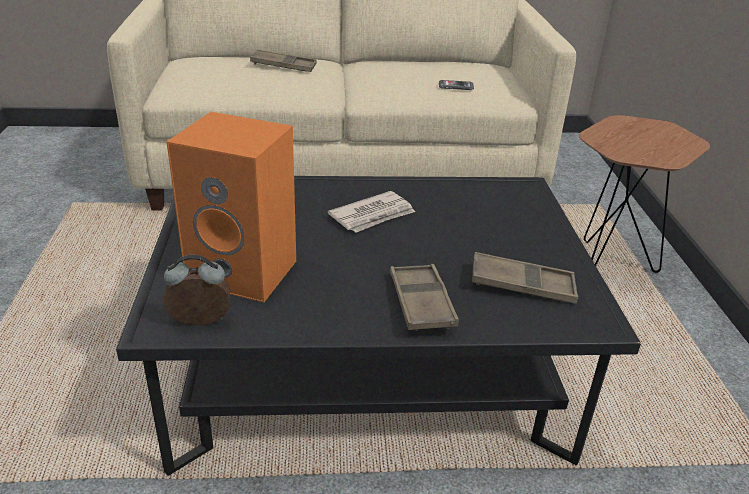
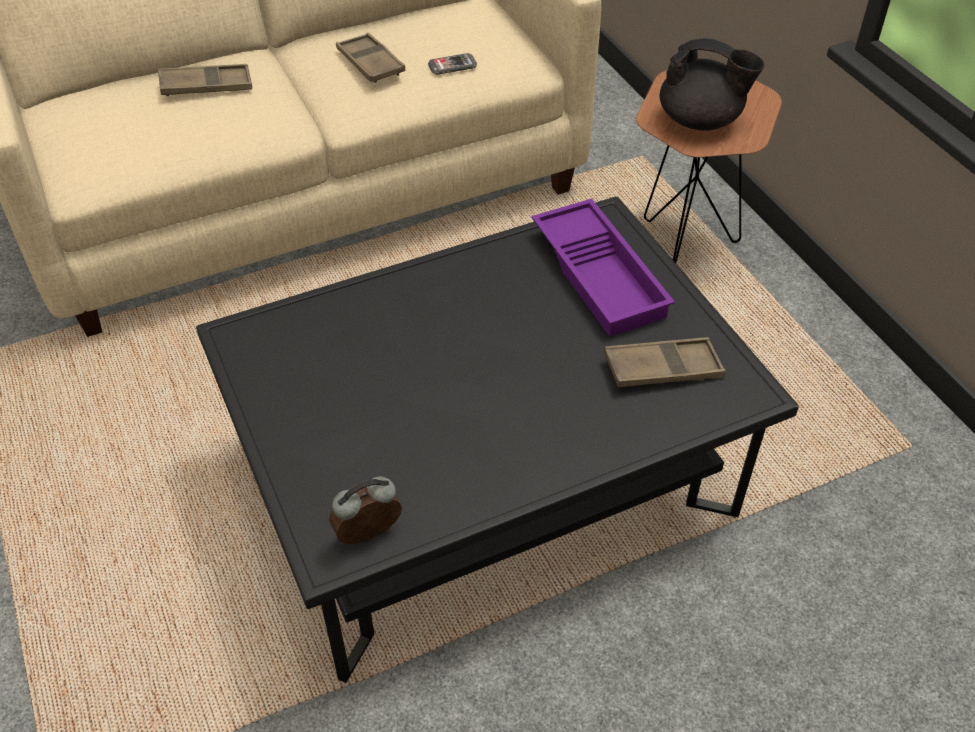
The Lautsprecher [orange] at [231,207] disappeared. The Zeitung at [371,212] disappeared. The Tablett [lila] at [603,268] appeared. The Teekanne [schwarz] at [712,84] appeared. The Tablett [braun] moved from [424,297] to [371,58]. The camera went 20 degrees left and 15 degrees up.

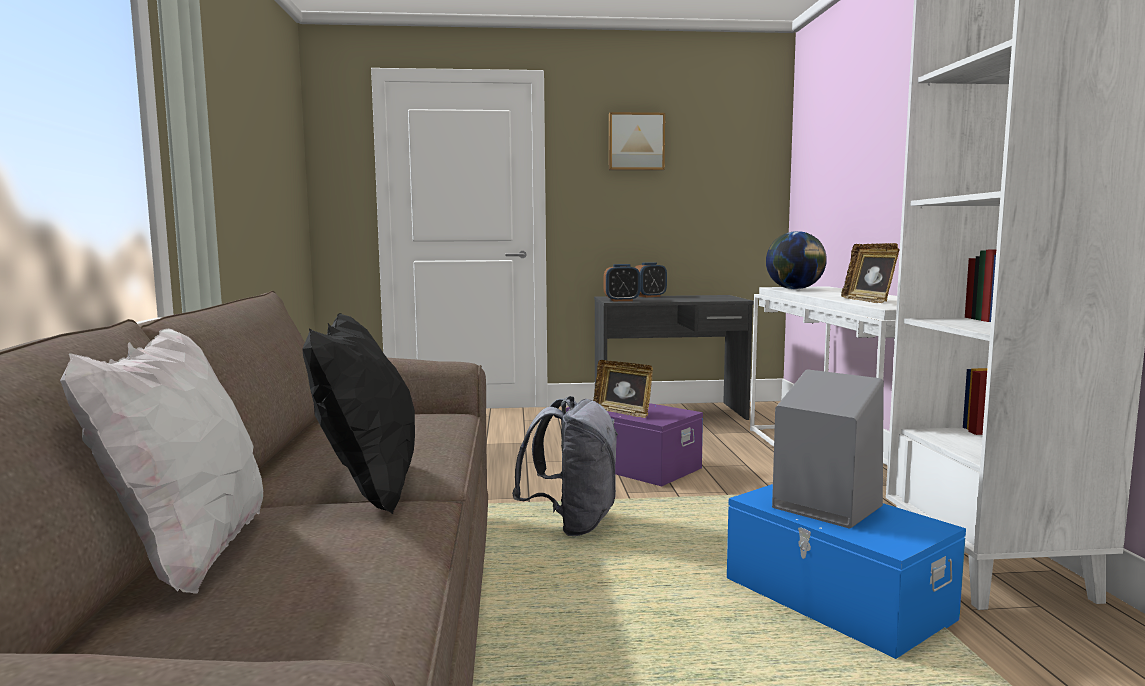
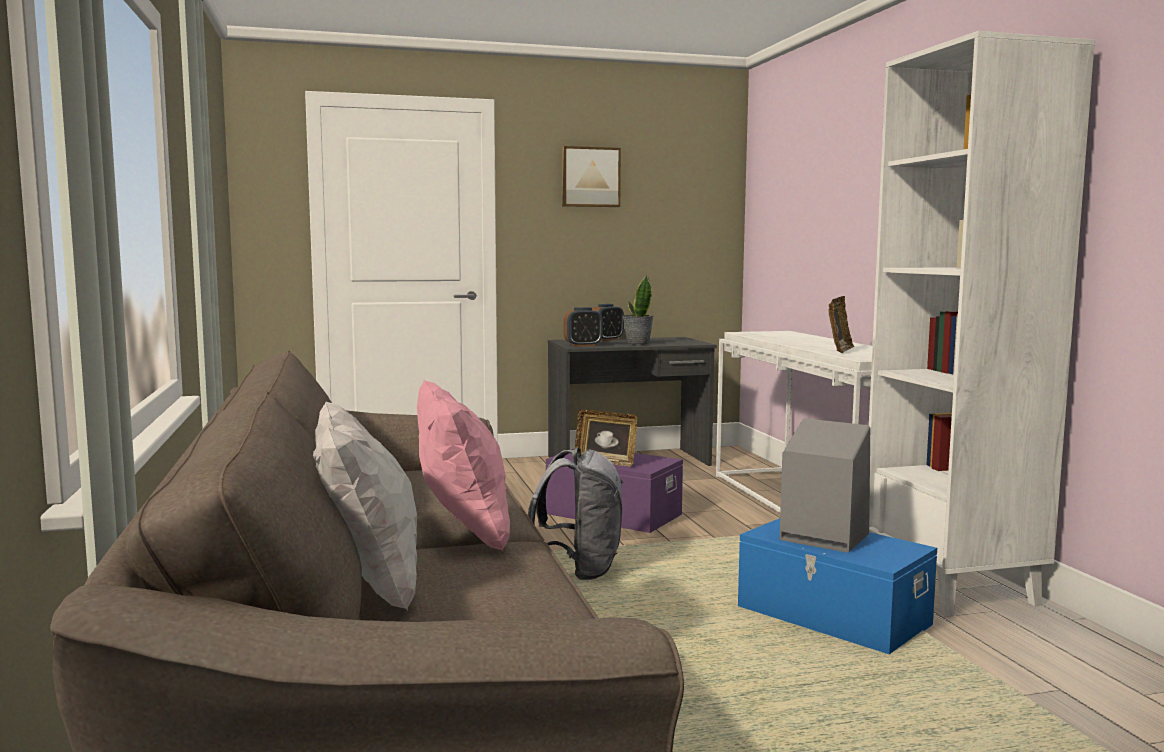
The Globus at [796,260] disappeared. The Topfpflanze at [638,310] appeared. The Kissen [schwarz] at [358,413] became the Kissen [rosa] at [463,465]. The Bilderrahmen at [870,273] turned 135 degrees counterclockwise. The camera went 10 degrees left and 0 degrees up.

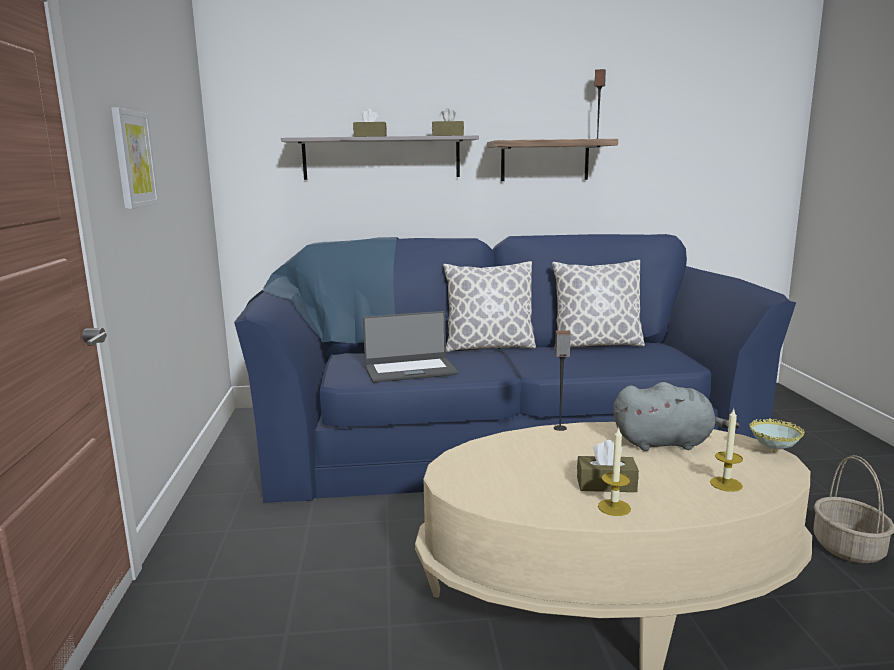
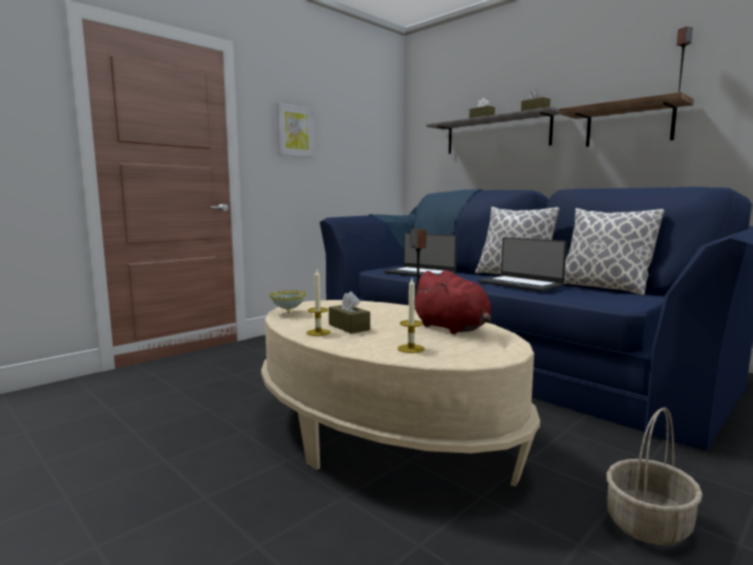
The Laptop at [522,264] appeared. The Schüssel moved from [777,435] to [288,301]. The Plüschtier [grau] at [676,416] became the Plüschtier [rot] at [453,302]. The camera went 50 degrees right and 5 degrees down.

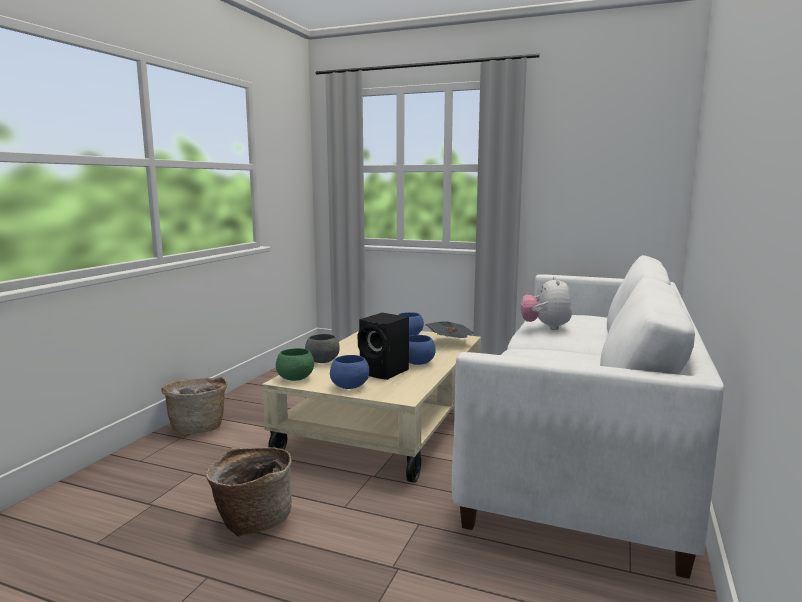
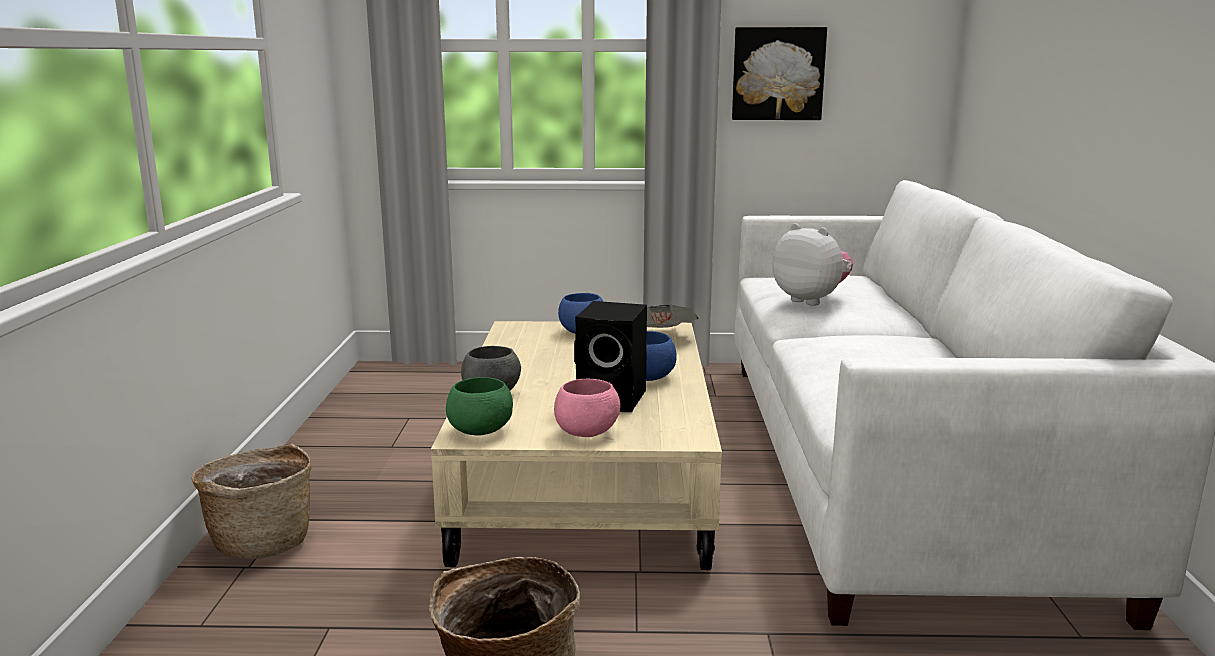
The Bild at [779,73] appeared. The Schüssel [blau] at [349,372] became the Schüssel [rosa] at [587,408]. The Plüschtier at [546,303] turned 150 degrees clockwise. The camera went 20 degrees left and 5 degrees up.

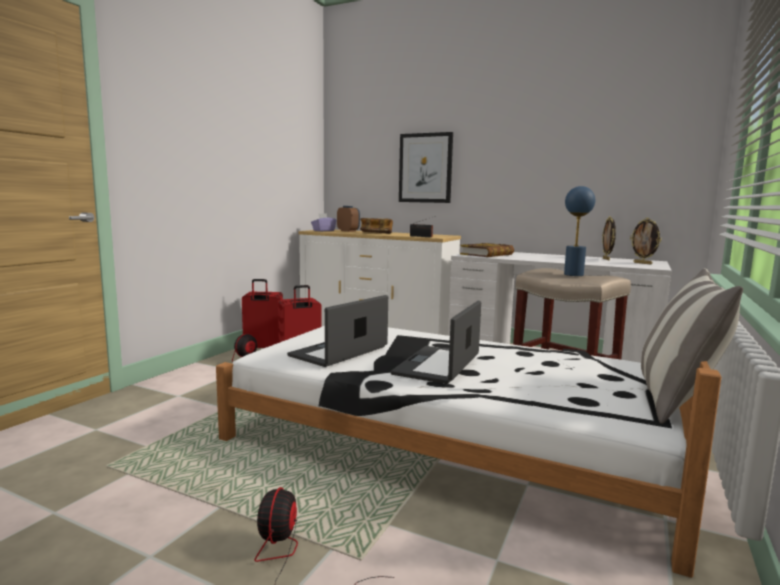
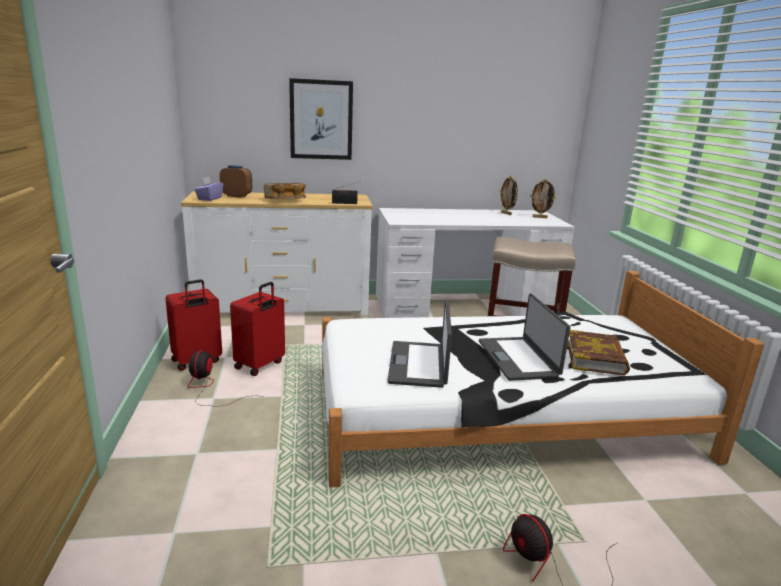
The Tischlampe [blau] at [579,231] disappeared. The Kissen at [692,346] disappeared. The Buch moved from [487,250] to [598,353]. The camera went 35 degrees left and 10 degrees up.

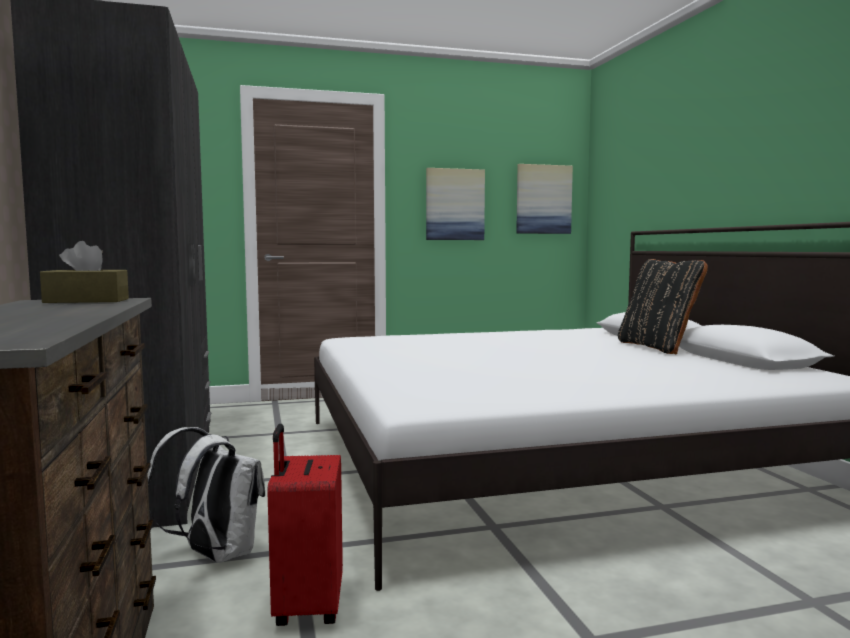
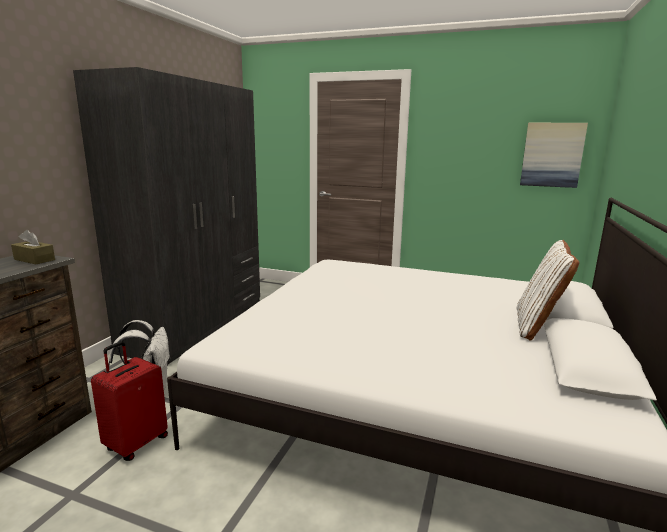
The Bild at [455,204] disappeared. The Kissen [schwarz] at [663,306] became the Kissen [weiß] at [547,290]. The camera went 35 degrees right and 10 degrees up.

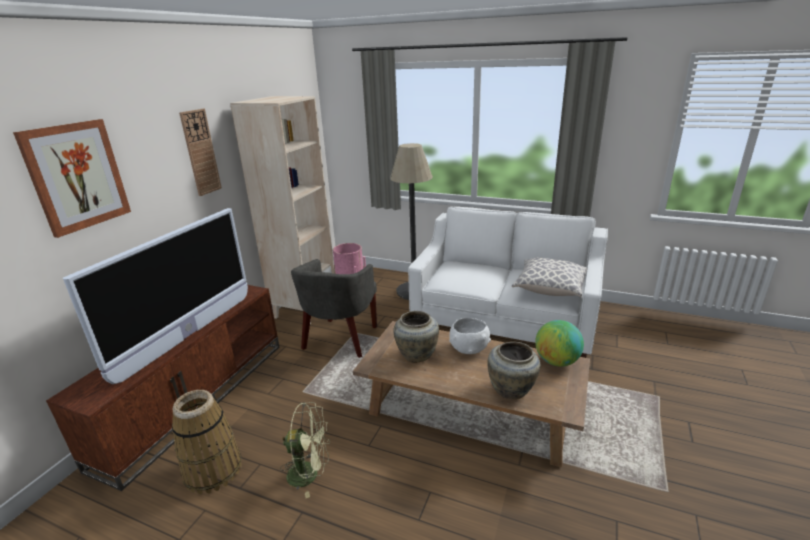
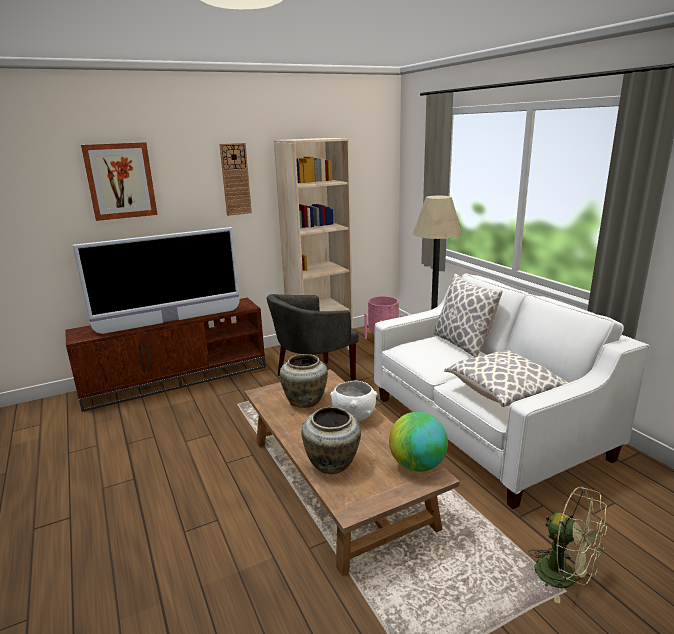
The Korb at [207,442] disappeared. The Kissen at [468,315] appeared. The Ventilator [grün] moved from [305,450] to [568,544]. The camera went 40 degrees right and 5 degrees down.

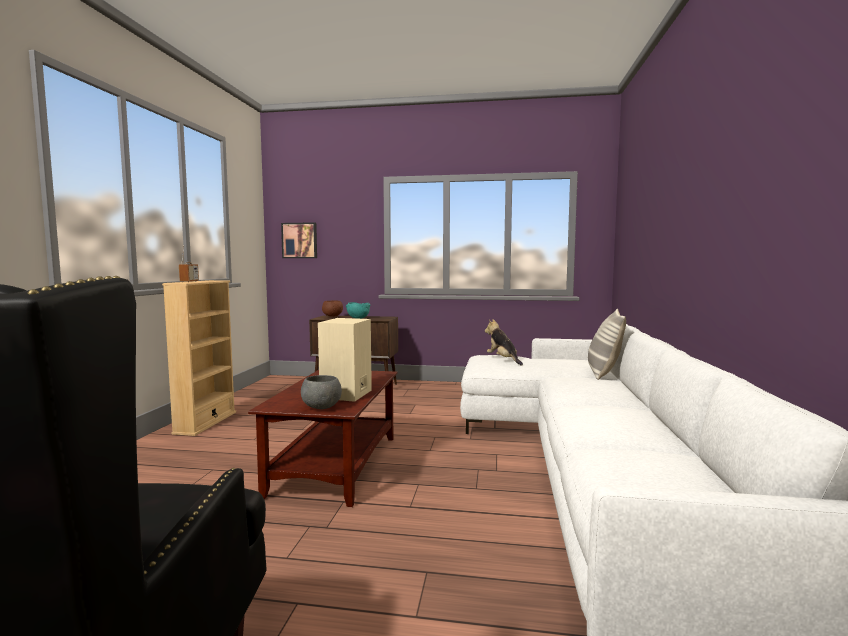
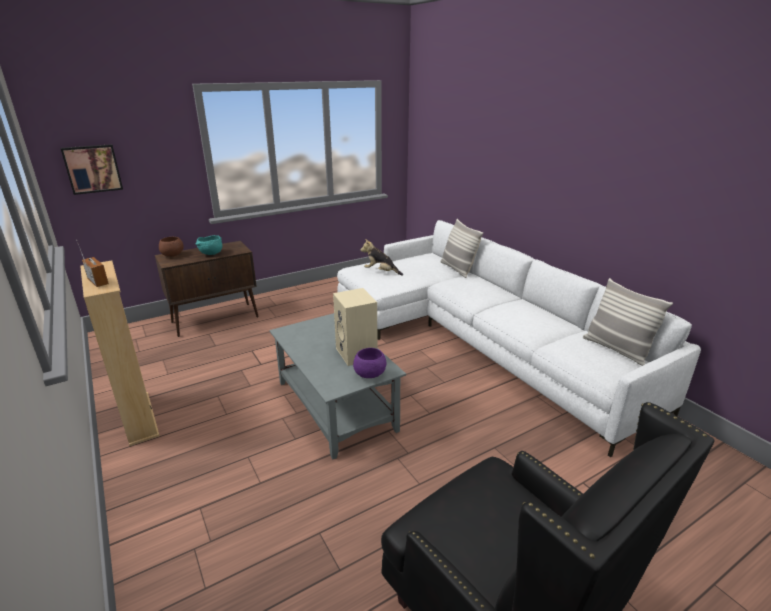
The Kissen at [628,322] appeared. The Couchtisch [braun] at [322,438] became the Couchtisch [grau] at [337,386]. The Schüssel [grau] at [321,392] became the Schüssel [lila] at [369,363]. The camera went 40 degrees left and 20 degrees up.

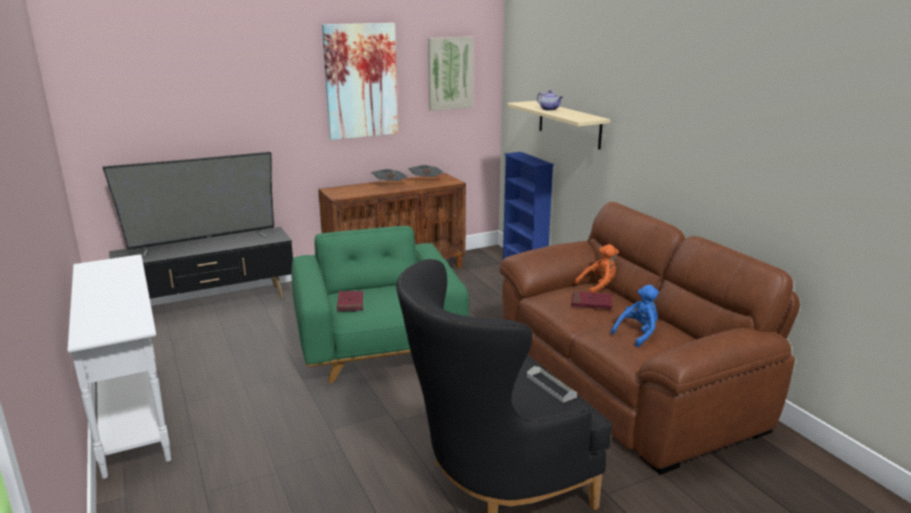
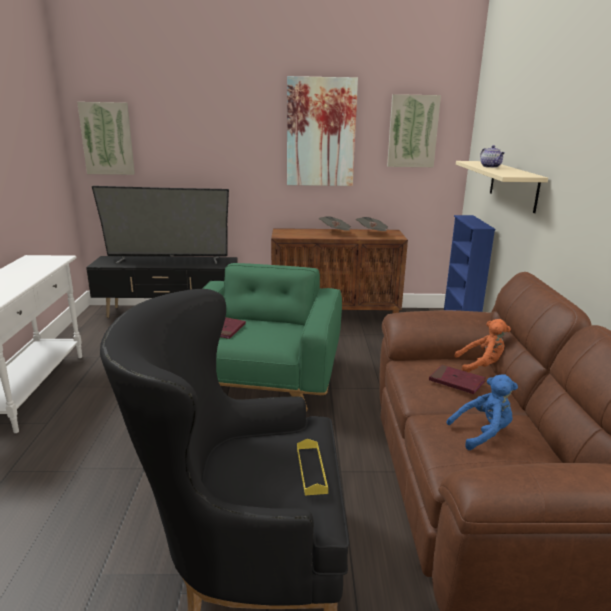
The Bild at [106,138] appeared. The Tablett [grau] at [552,384] became the Tablett [gelb] at [312,467]. The camera went 25 degrees right and 0 degrees up.

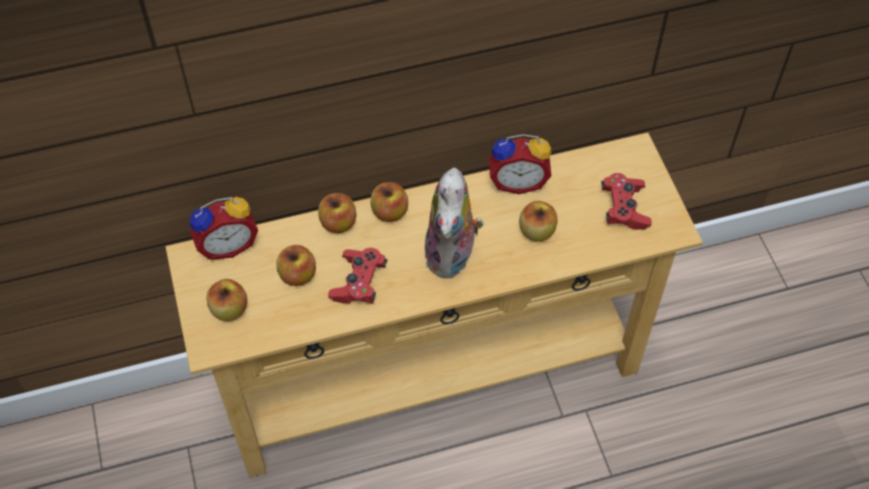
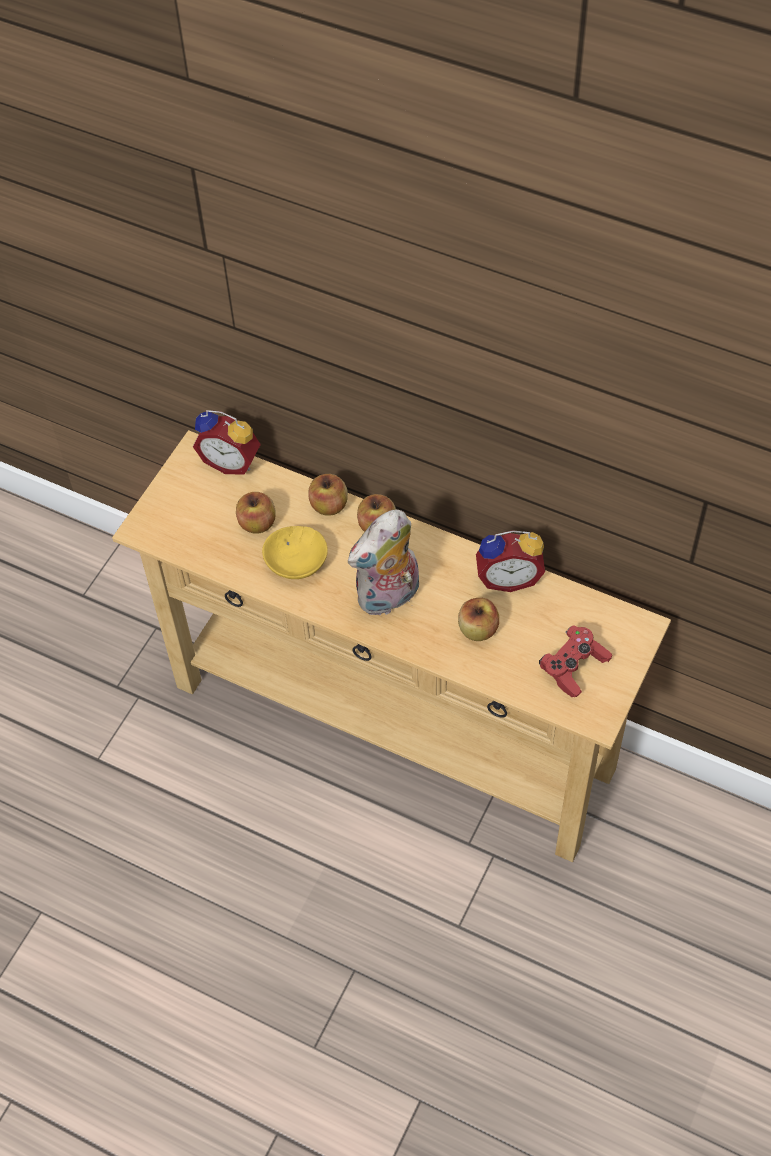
The Apfel at [226,300] disappeared. The Gamepad [rot] at [358,276] was replaced by the Schüssel [gelb] at [295,552]. The Wecker at [520,164] turned 45 degrees counterclockwise. The camera went 45 degrees right and 0 degrees up.

